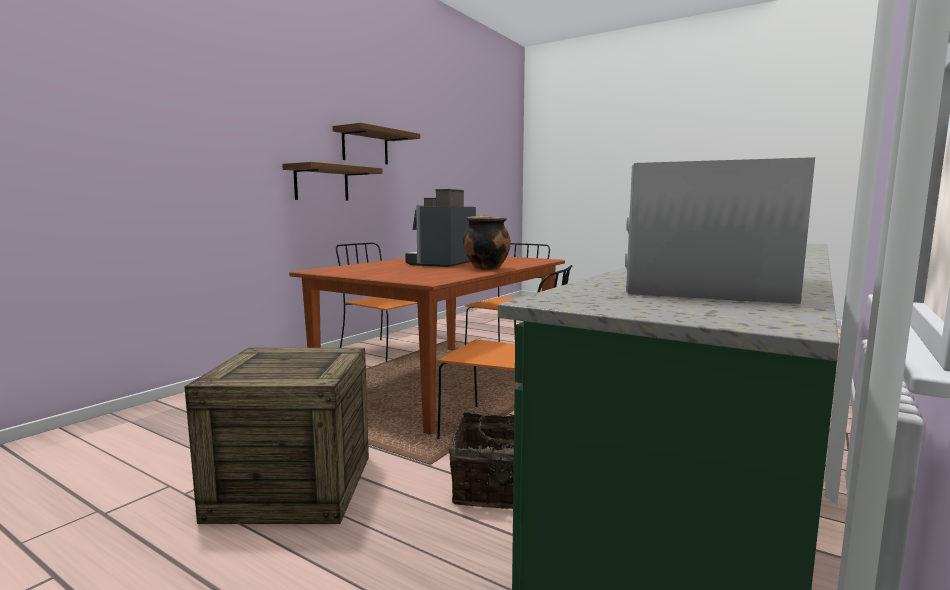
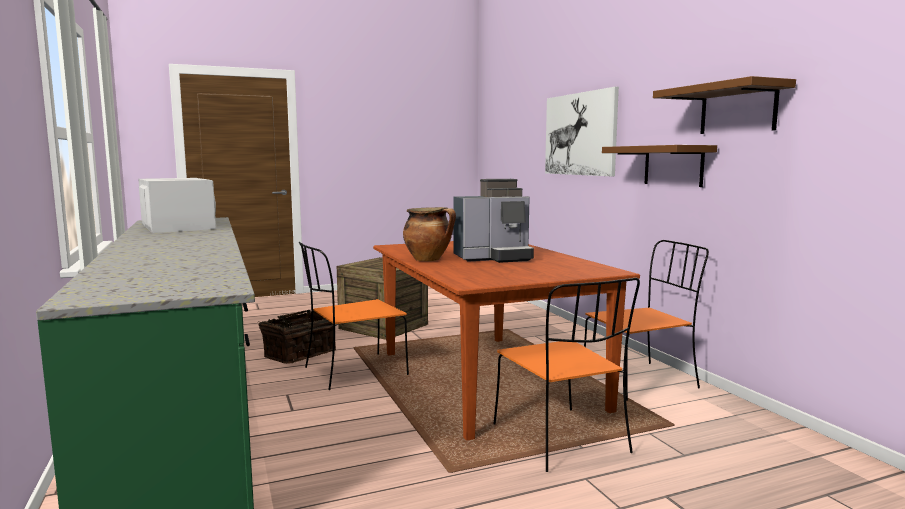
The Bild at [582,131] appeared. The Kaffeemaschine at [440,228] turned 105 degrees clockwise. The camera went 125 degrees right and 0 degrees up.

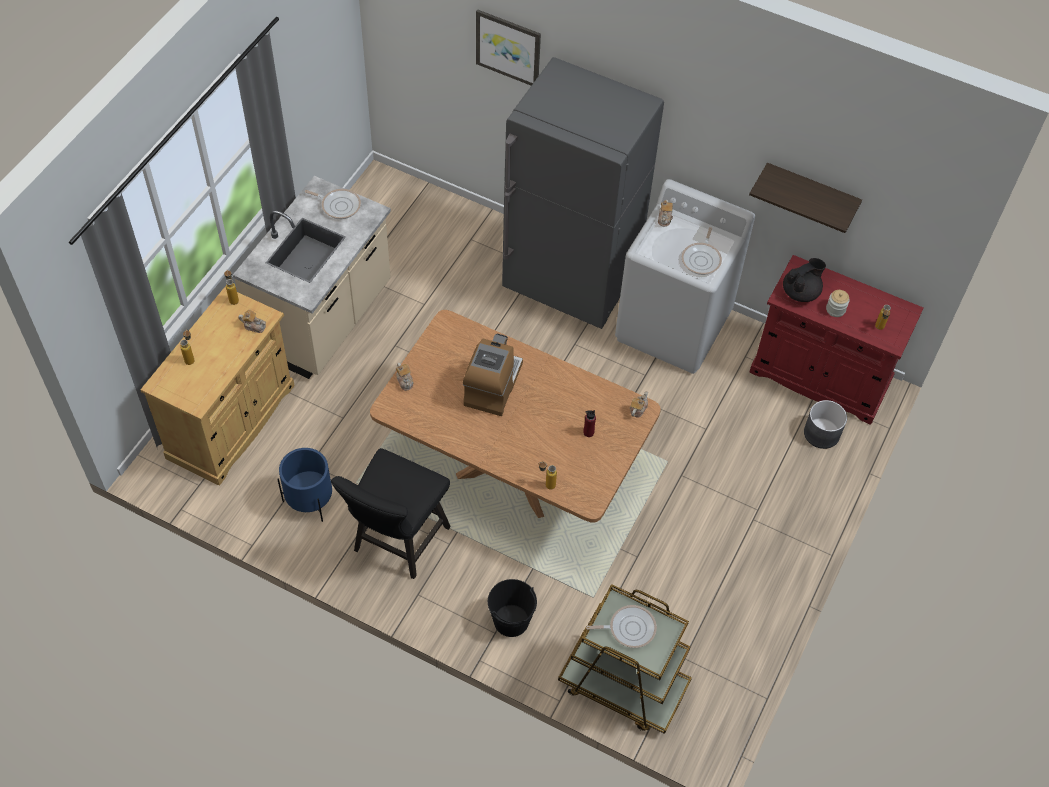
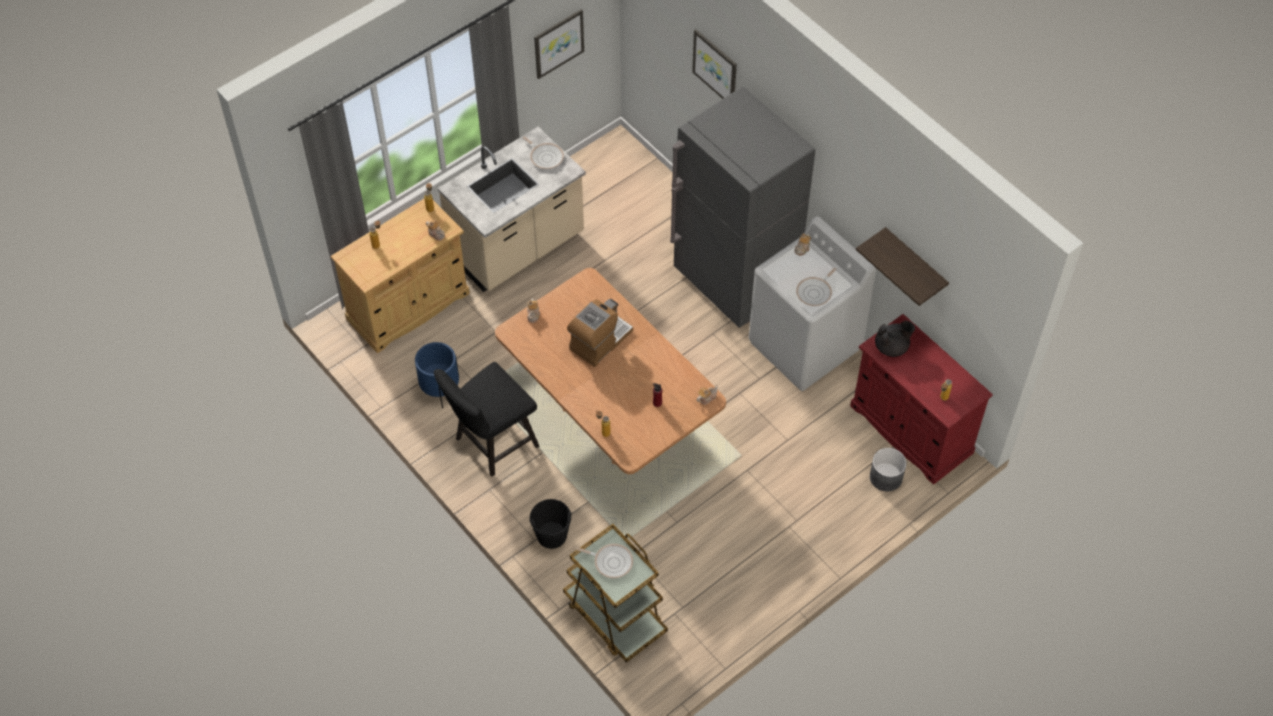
The Vorratsglas at [838,303] disappeared. The Bild at [559,44] appeared. The camera went 25 degrees right and 0 degrees up.

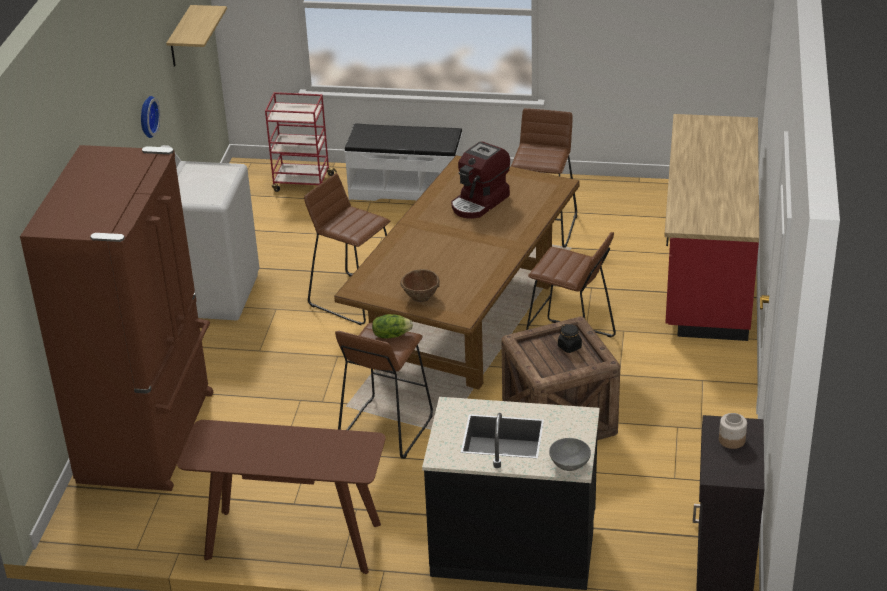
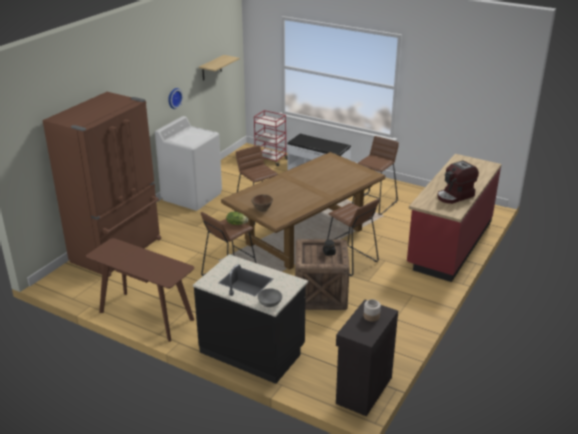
The Kaffeemaschine moved from [480,180] to [458,182]. The camera went 20 degrees right and 5 degrees down.

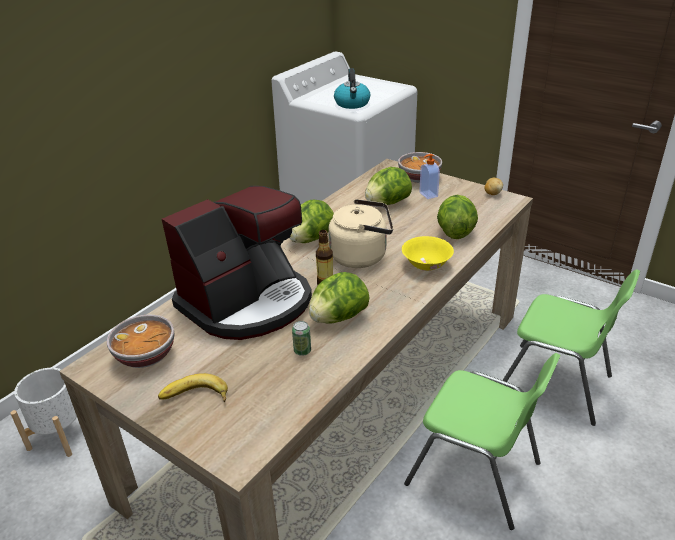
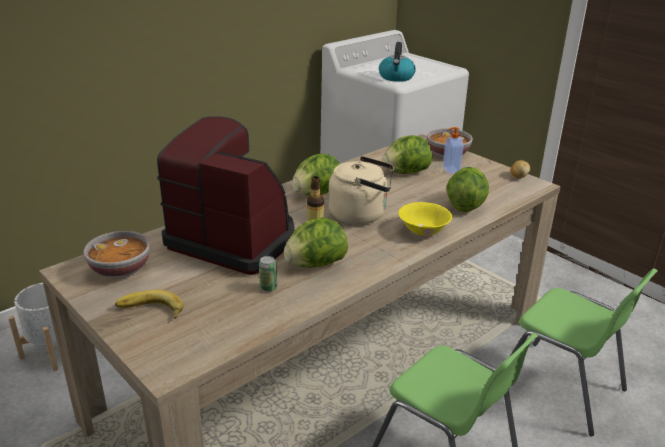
The Kaffeemaschine at [237,263] turned 120 degrees counterclockwise. The camera went 10 degrees right and 5 degrees down.

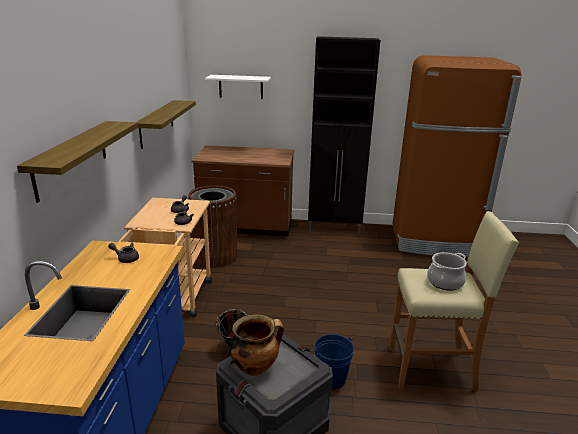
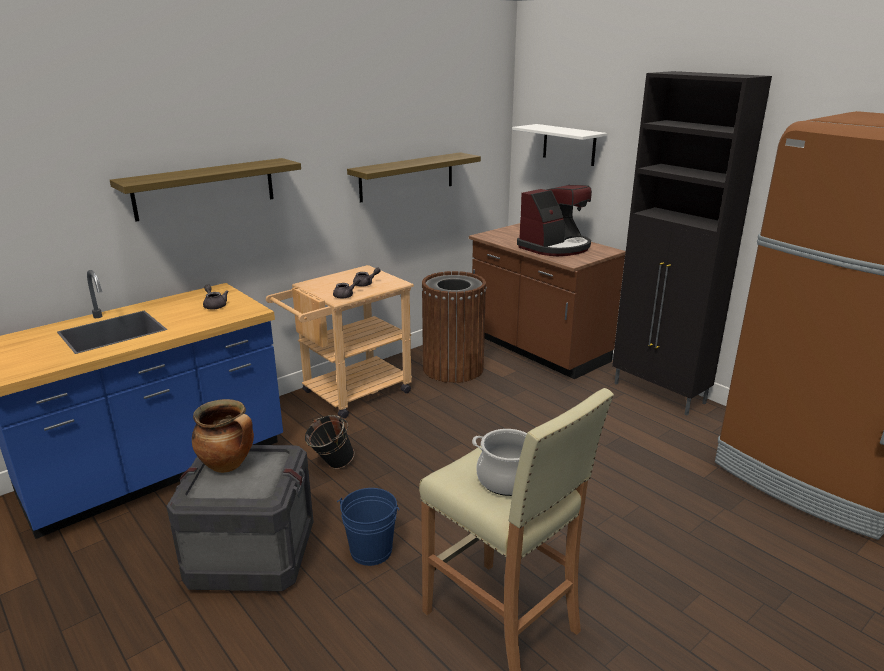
The Kaffeemaschine at [554,220] appeared. The camera went 45 degrees right and 0 degrees up.

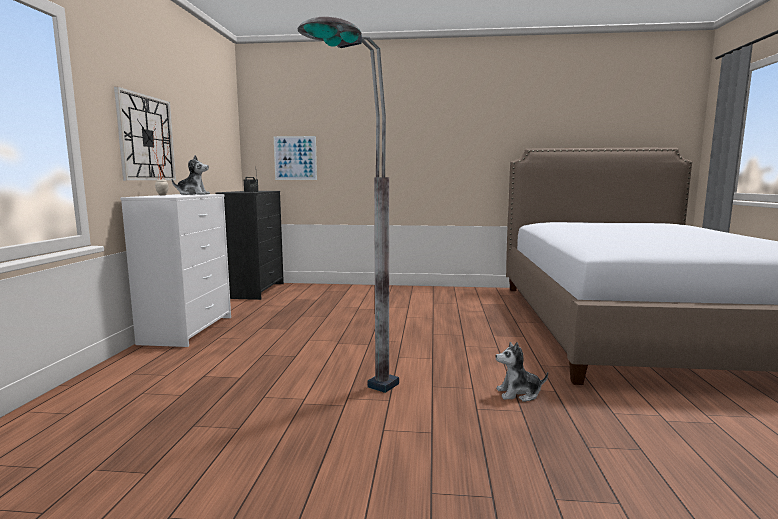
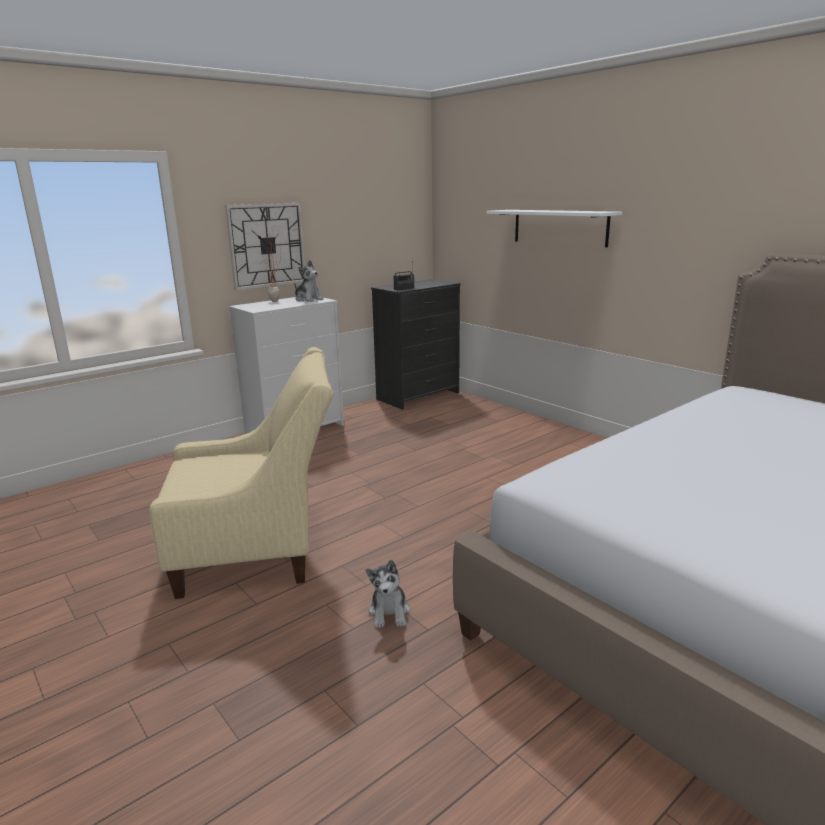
The Bild at [295,158] disappeared. The Wandregal [weiß] at [554,228] appeared. The Stehlampe [grau] at [348,205] was replaced by the Sessel [beige] at [242,473]. The Plüschtier at [521,372] turned 135 degrees counterclockwise. The camera went 45 degrees right and 10 degrees up.

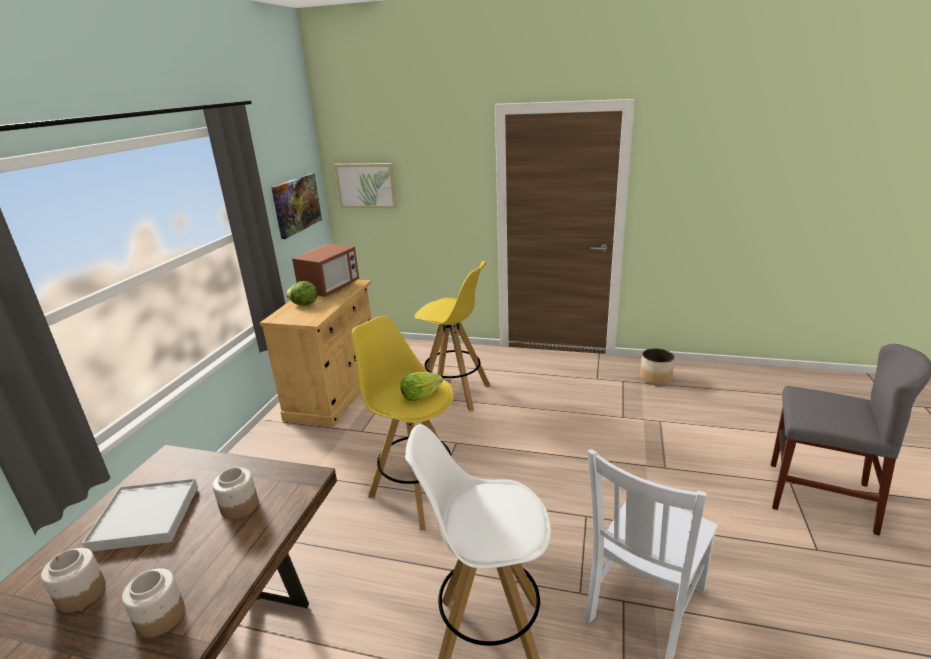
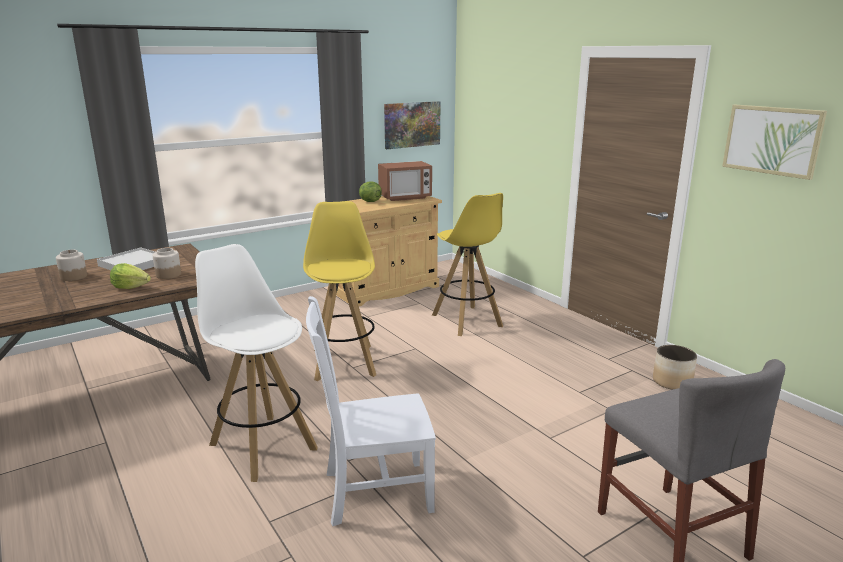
The Vorratsglas at [153,603] disappeared. The Bild moved from [365,185] to [774,142]. The Salatkopf moved from [421,386] to [130,276]. The camera went 40 degrees right and 5 degrees down.

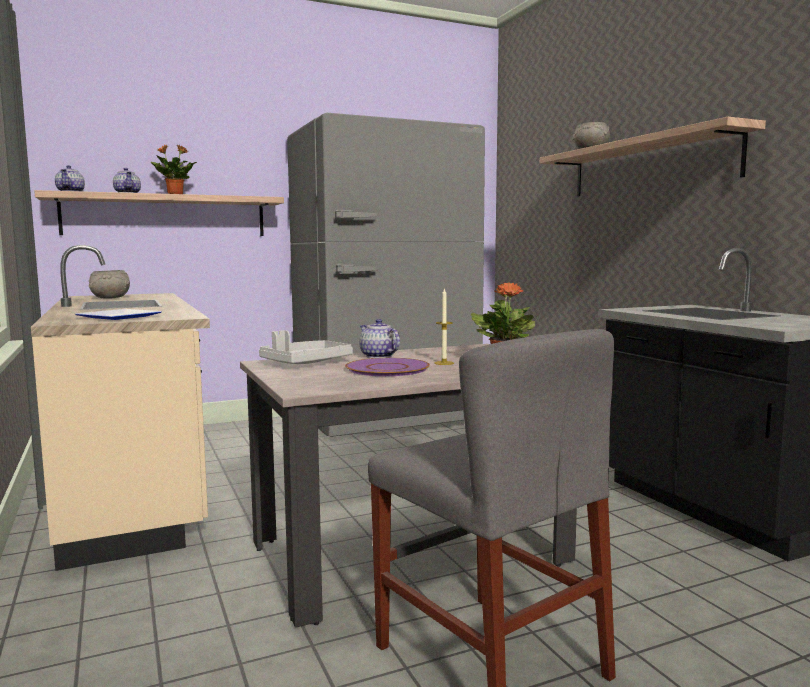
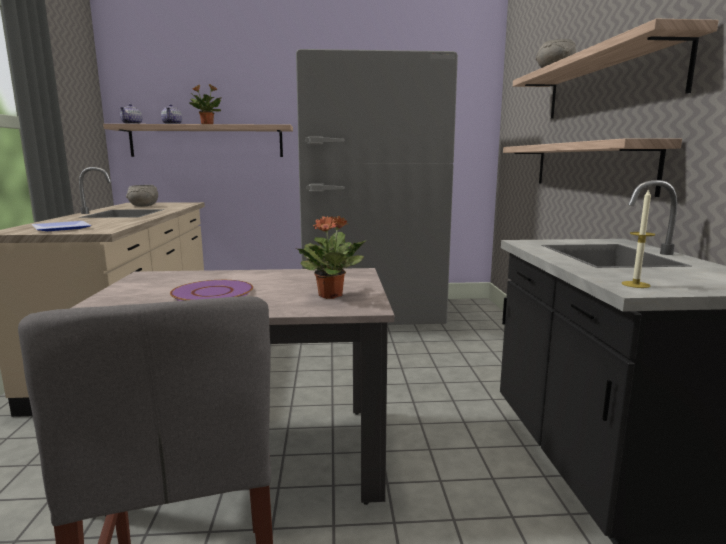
The Tablett [grau] at [306,347] disappeared. The Teekanne at [379,338] disappeared. The Wandregal at [592,167] appeared. The Kerze moved from [444,326] to [639,238]. The camera went 20 degrees right and 5 degrees up.

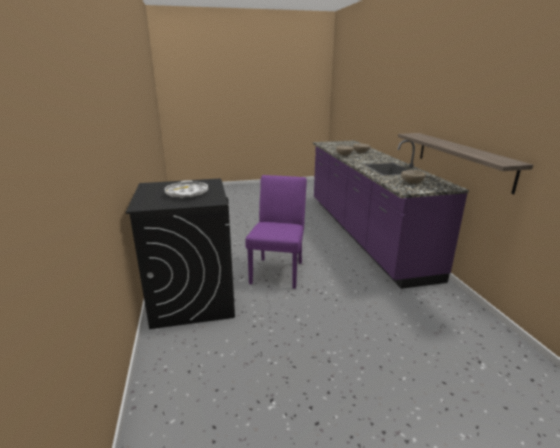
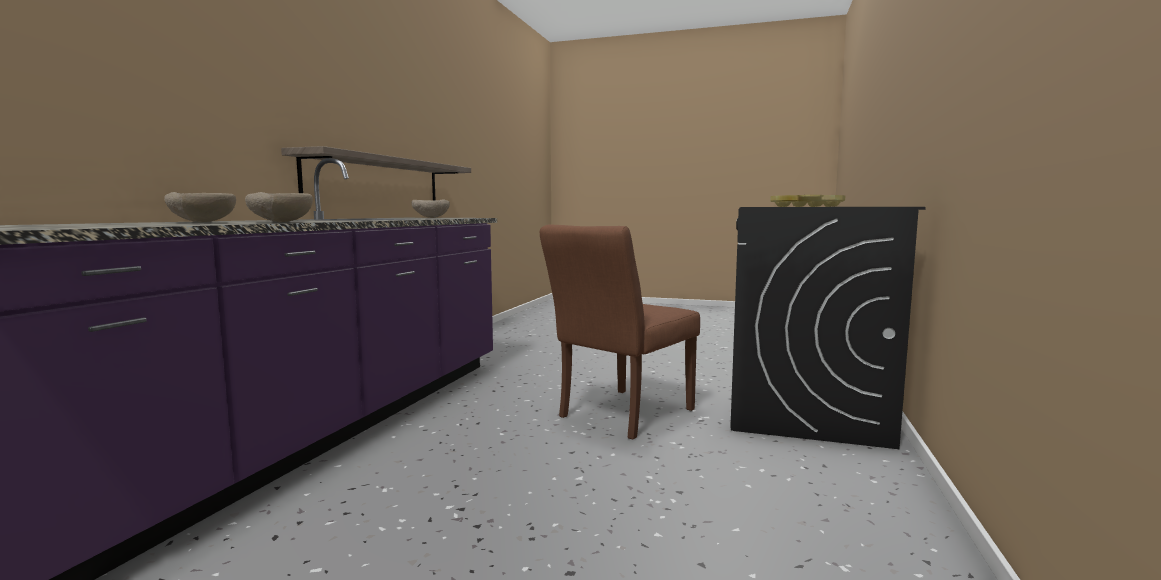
The Tablett [weiß] at [186,189] became the Tablett [gelb] at [808,201]. The Stuhl [lila] at [276,232] became the Stuhl [braun] at [620,331]. The camera went 150 degrees left and 15 degrees down.

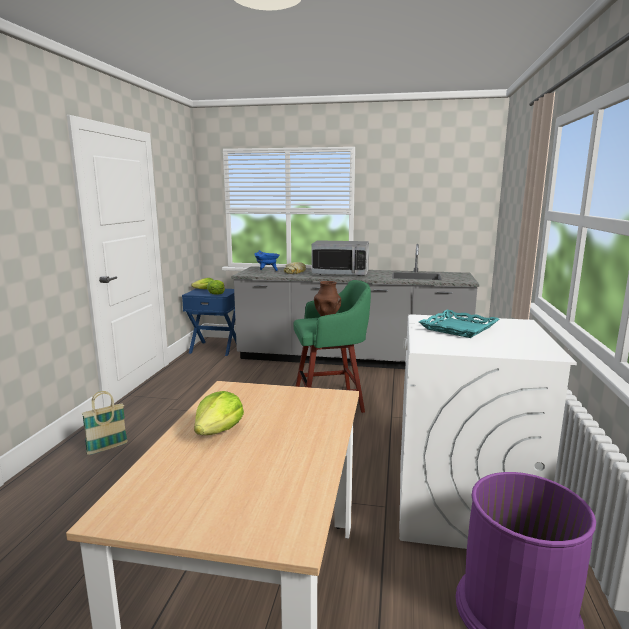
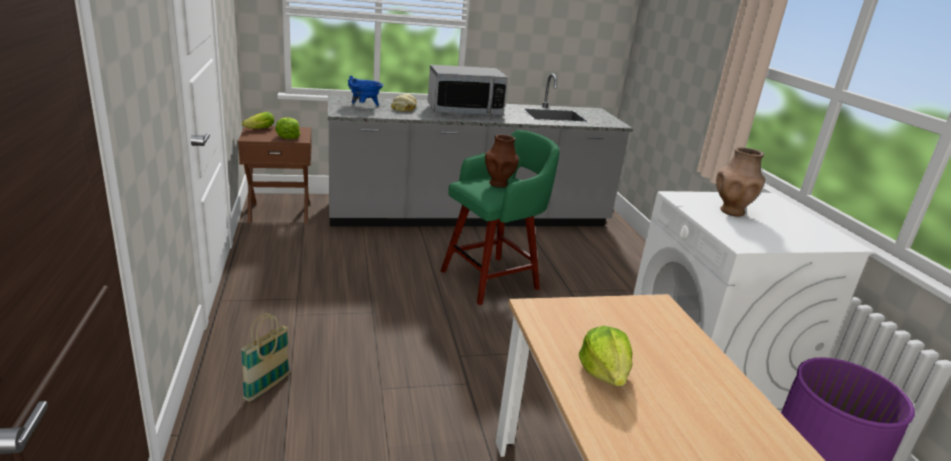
The Tablett [türkis] at [459,324] was replaced by the Vase [braun] at [740,182]. The Nachttisch [blau] at [209,322] became the Nachttisch [braun] at [275,174]. The camera went 25 degrees left and 10 degrees up.

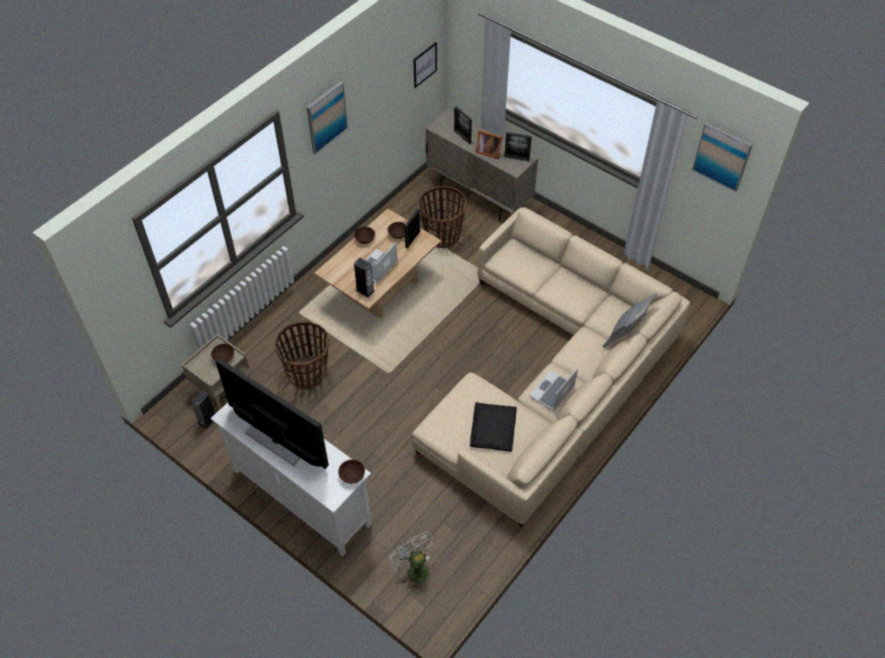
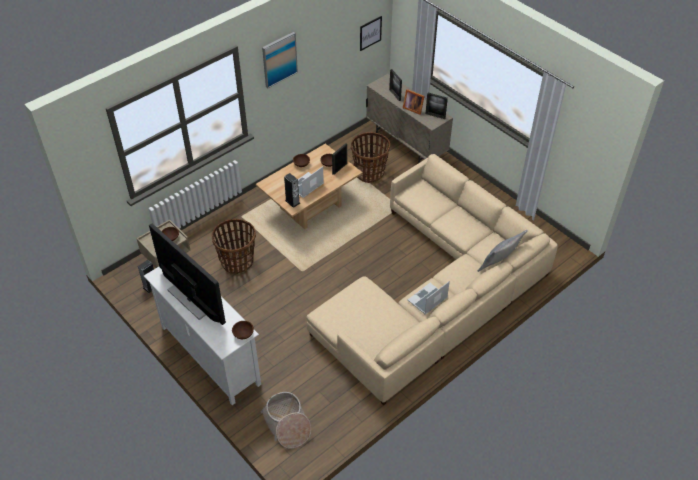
The Tablett [schwarz] at [493,427] disappeared. The Bild at [722,157] disappeared. The Ventilator [weiß] at [411,560] was replaced by the Korb at [286,420]. The camera went 10 degrees right and 5 degrees down.

